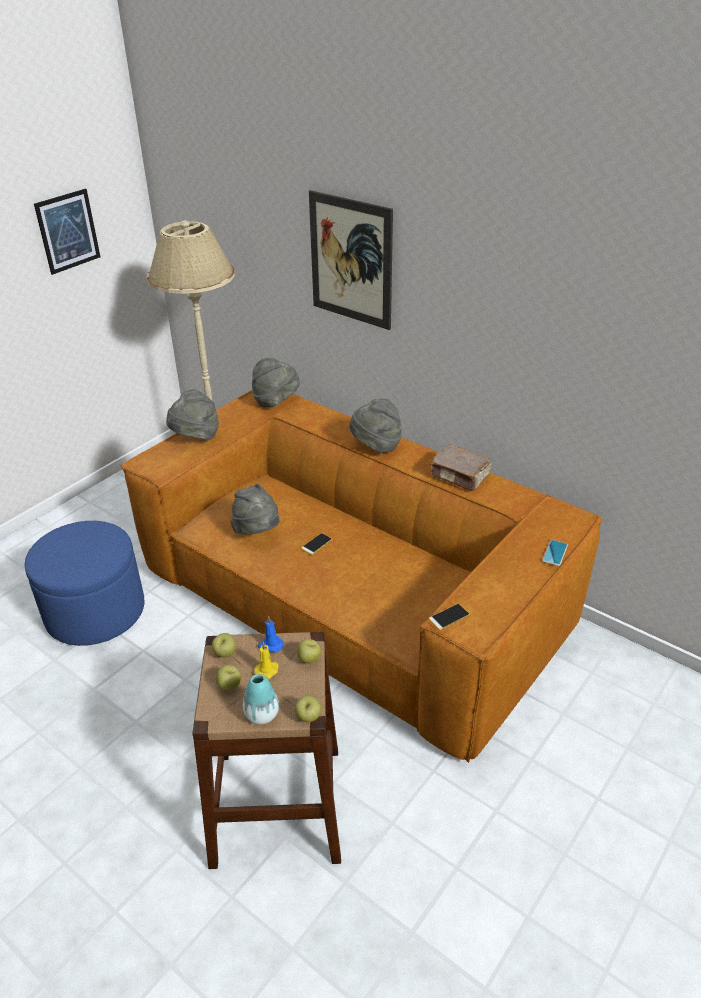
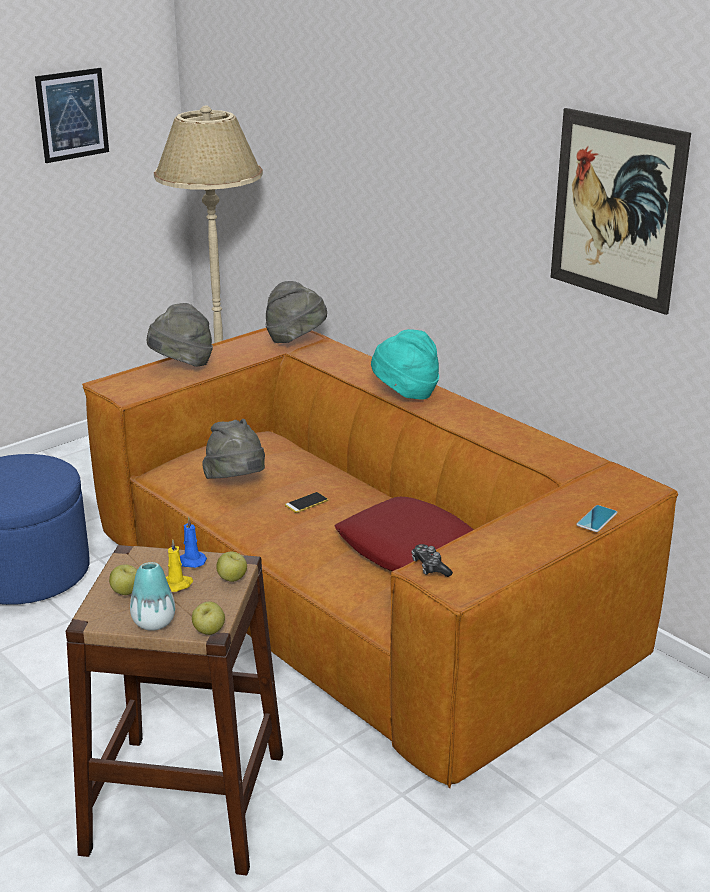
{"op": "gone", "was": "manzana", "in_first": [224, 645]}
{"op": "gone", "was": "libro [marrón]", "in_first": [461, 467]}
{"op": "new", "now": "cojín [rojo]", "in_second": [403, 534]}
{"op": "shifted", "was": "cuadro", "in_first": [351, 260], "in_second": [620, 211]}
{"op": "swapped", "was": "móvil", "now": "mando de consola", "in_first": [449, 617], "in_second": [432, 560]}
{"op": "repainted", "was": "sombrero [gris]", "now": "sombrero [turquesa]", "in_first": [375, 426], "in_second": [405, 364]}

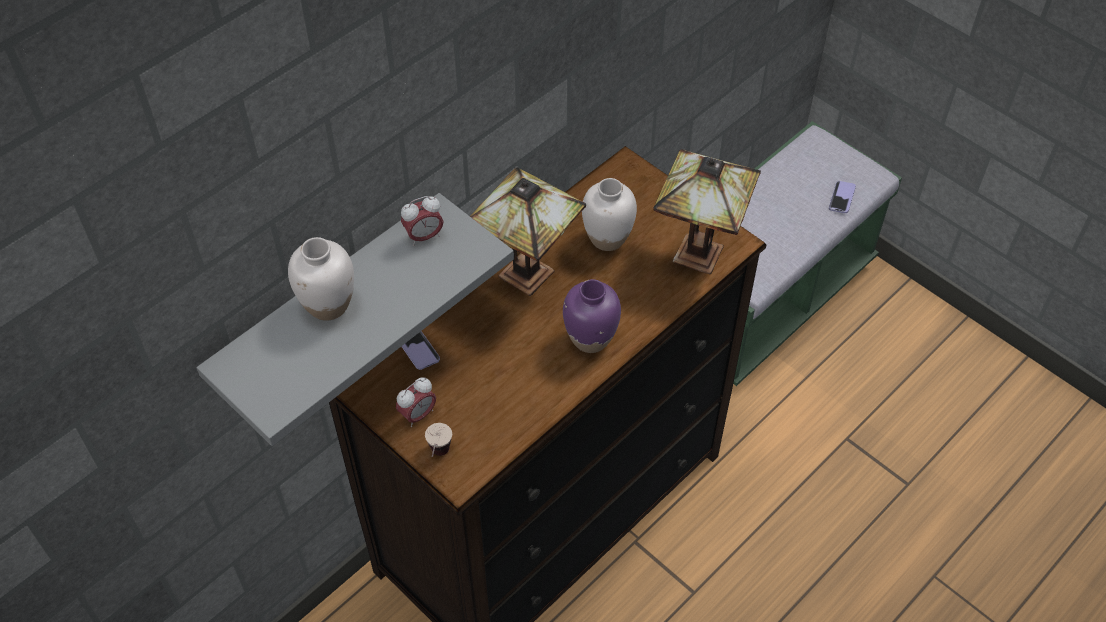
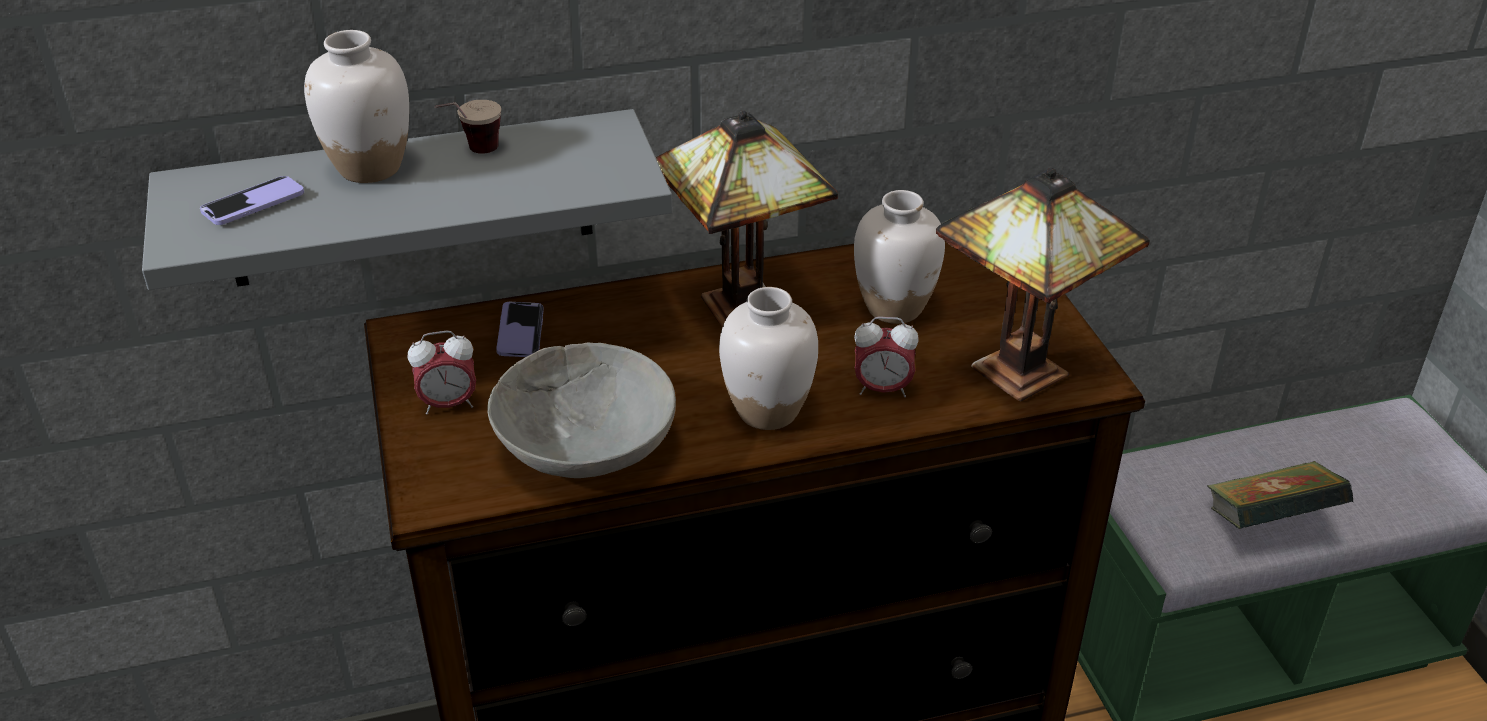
{"op": "new", "now": "cuenco [gris]", "in_second": [581, 410]}
{"op": "new", "now": "libro", "in_second": [1280, 495]}
{"op": "shifted", "was": "despertador", "in_first": [422, 221], "in_second": [886, 357]}
{"op": "shifted", "was": "taza", "in_first": [438, 440], "in_second": [467, 127]}
{"op": "shifted", "was": "móvil", "in_first": [842, 197], "in_second": [252, 200]}
{"op": "repainted", "was": "florero [morado]", "now": "florero [blanco]", "in_first": [592, 316], "in_second": [768, 358]}

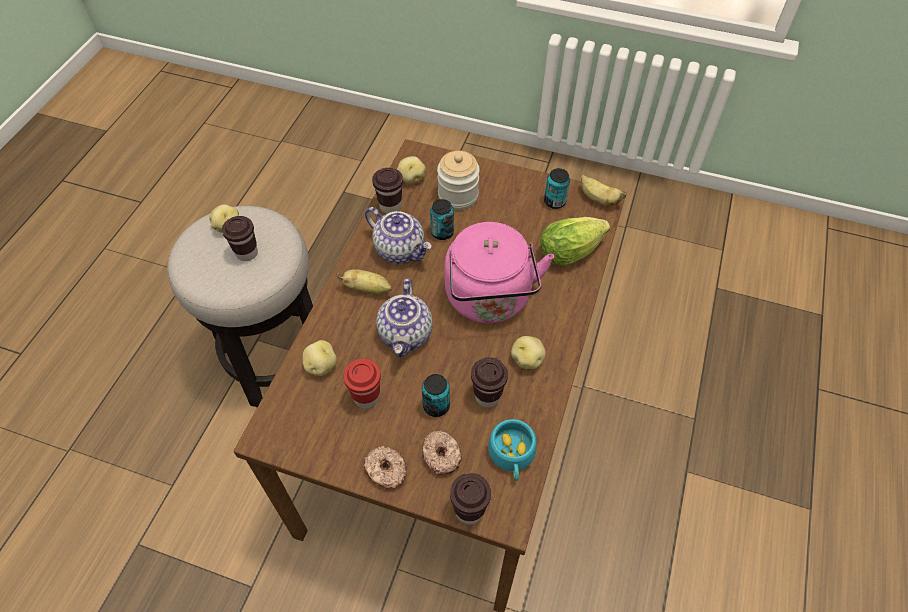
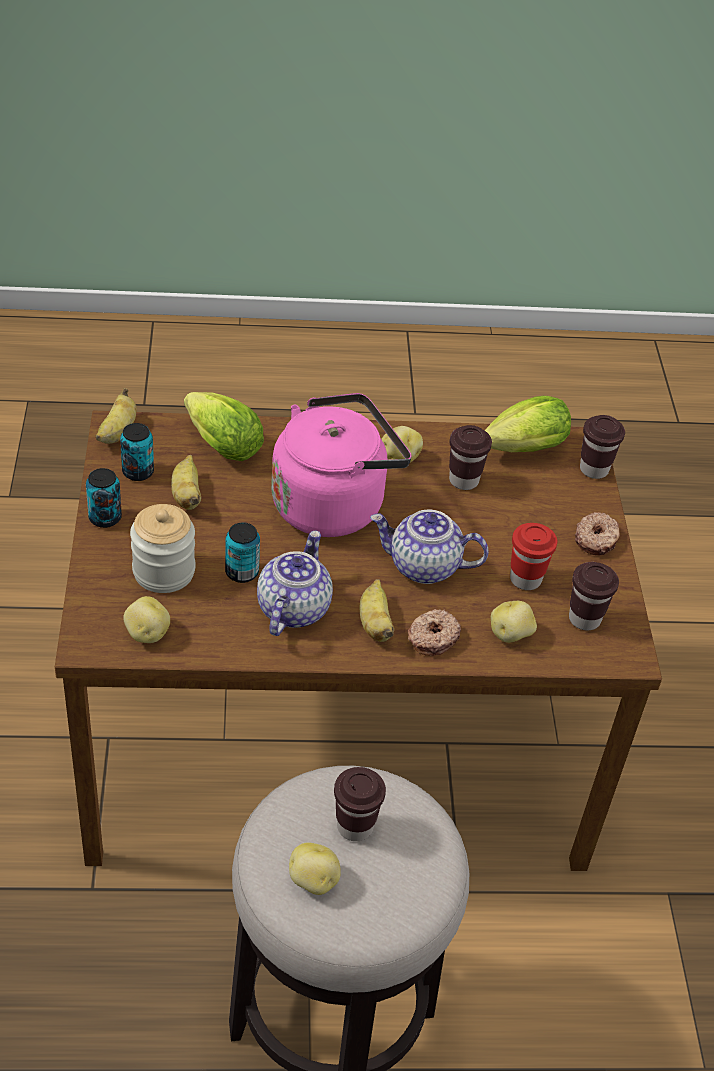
{"op": "new", "now": "plátano", "in_second": [186, 482]}
{"op": "shifted", "was": "taza [marrón]", "in_first": [387, 191], "in_second": [594, 596]}
{"op": "shifted", "was": "lata", "in_first": [436, 395], "in_second": [104, 498]}
{"op": "shifted", "was": "rosquilla", "in_first": [442, 452], "in_second": [434, 632]}
{"op": "swapped", "was": "taza [turquesa]", "now": "lechuga", "in_first": [512, 450], "in_second": [528, 424]}
{"op": "rotated", "was": "tetera", "in_first": [404, 317], "in_second": [429, 547], "clockwise": -150}

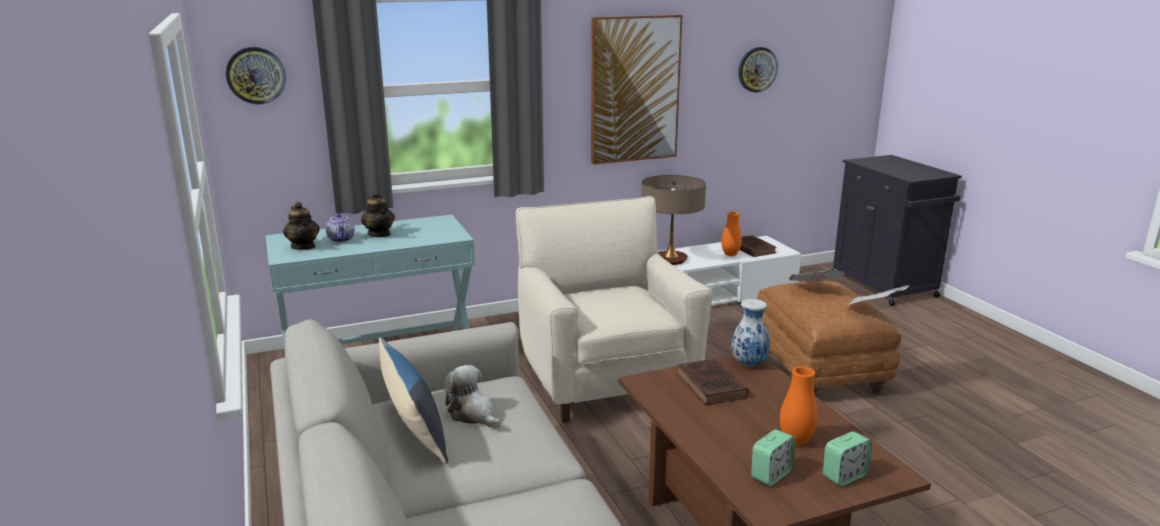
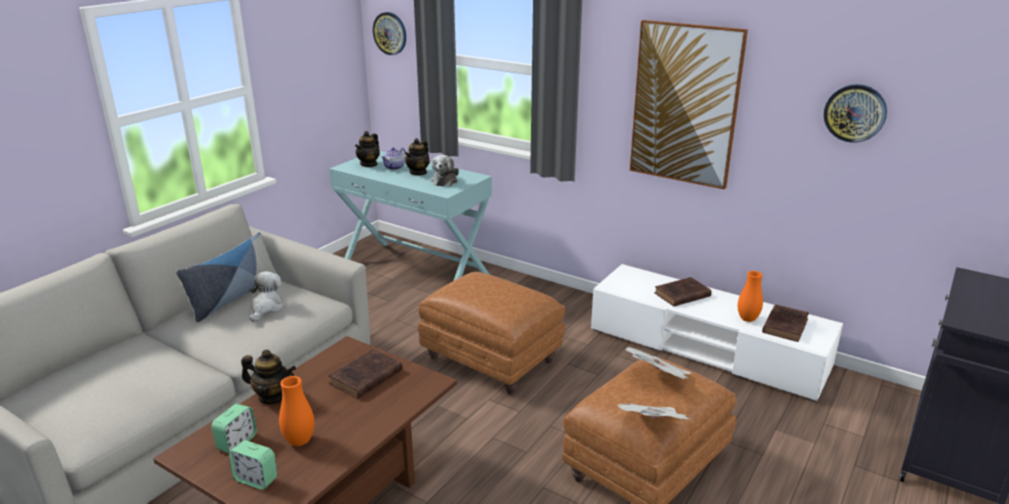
{"op": "gone", "was": "florero", "in_first": [750, 333]}
{"op": "new", "now": "tetera", "in_second": [268, 377]}
{"op": "new", "now": "peluche", "in_second": [445, 170]}
{"op": "swapped", "was": "sillón [beis]", "now": "puf [marrón]", "in_first": [614, 309], "in_second": [491, 333]}
{"op": "swapped", "was": "lámpara de mesa", "now": "libro [marrón]", "in_first": [673, 220], "in_second": [682, 292]}
{"op": "rotated", "was": "despertador", "in_first": [773, 457], "in_second": [234, 428], "clockwise": -75}

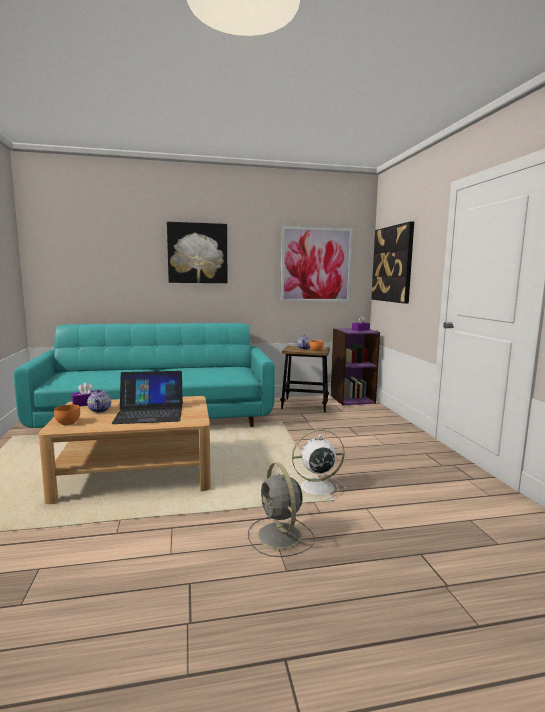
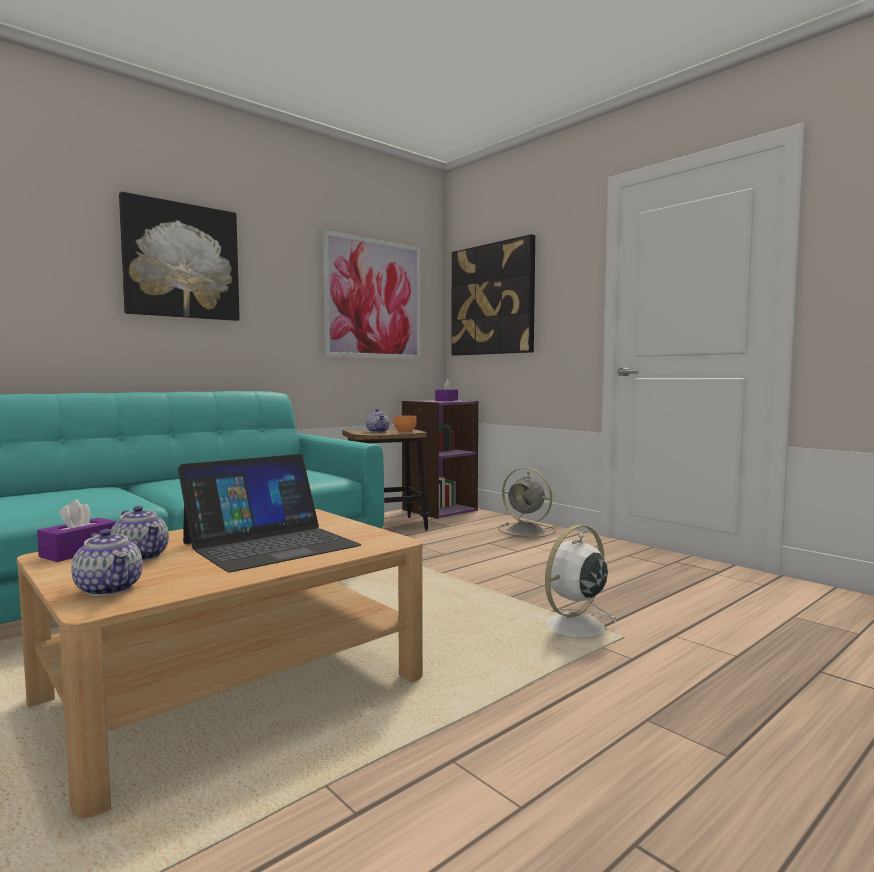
{"op": "shifted", "was": "ventilador [gris]", "in_first": [281, 510], "in_second": [527, 503]}
{"op": "swapped", "was": "cuenco [naranja]", "now": "tetera", "in_first": [67, 415], "in_second": [107, 562]}

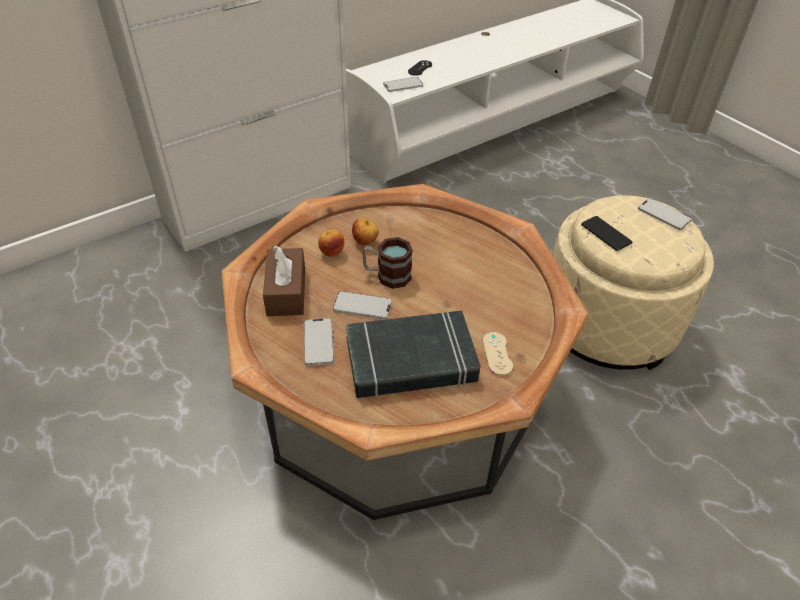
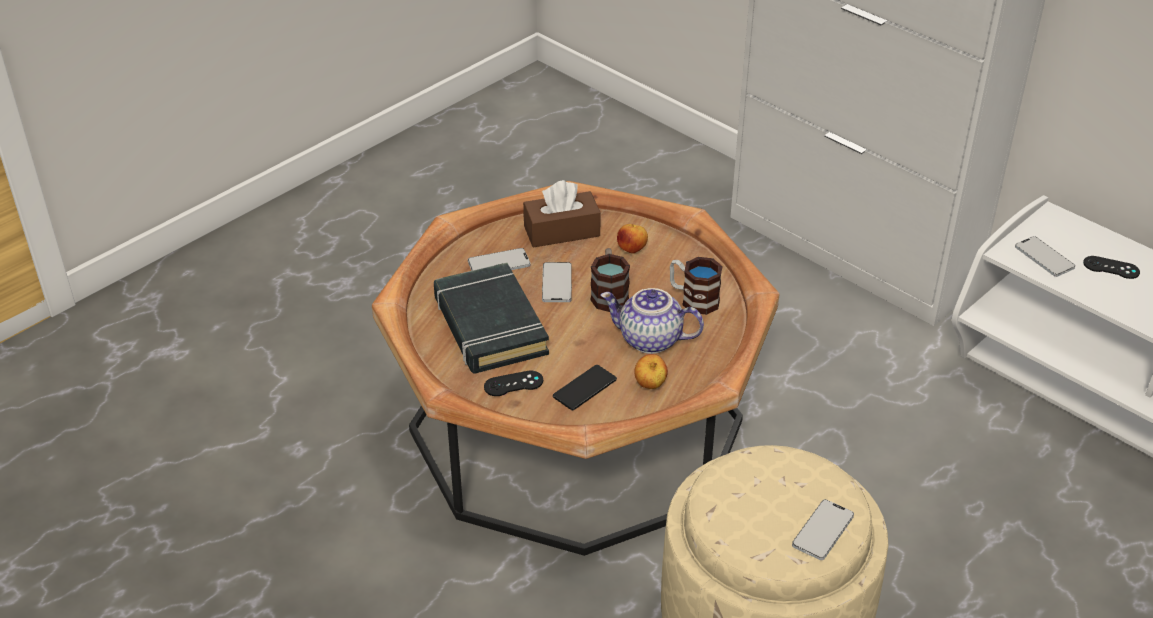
{"op": "new", "now": "tetera", "in_second": [652, 321]}
{"op": "new", "now": "taza grande", "in_second": [696, 286]}
{"op": "shifted", "was": "manzana", "in_first": [365, 231], "in_second": [651, 371]}
{"op": "shifted", "was": "móvil", "in_first": [606, 233], "in_second": [585, 387]}
{"op": "repainted", "was": "mando de consola [beis]", "now": "mando de consola [negro]", "in_first": [498, 354], "in_second": [513, 383]}

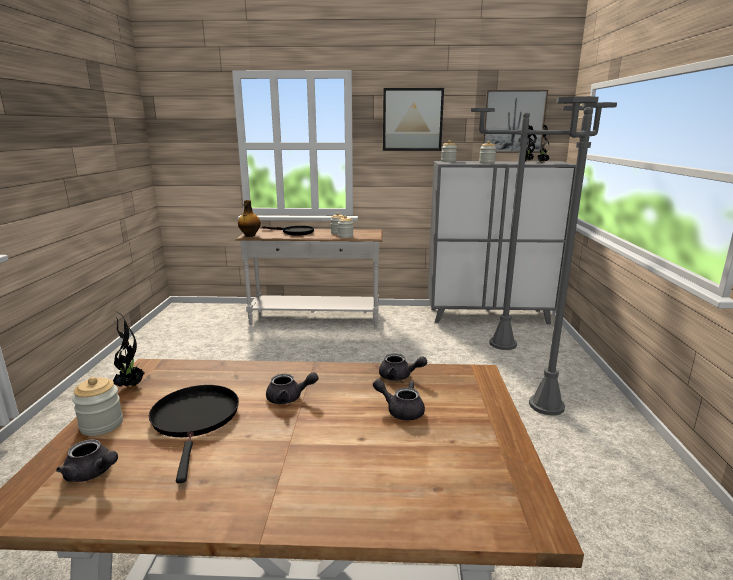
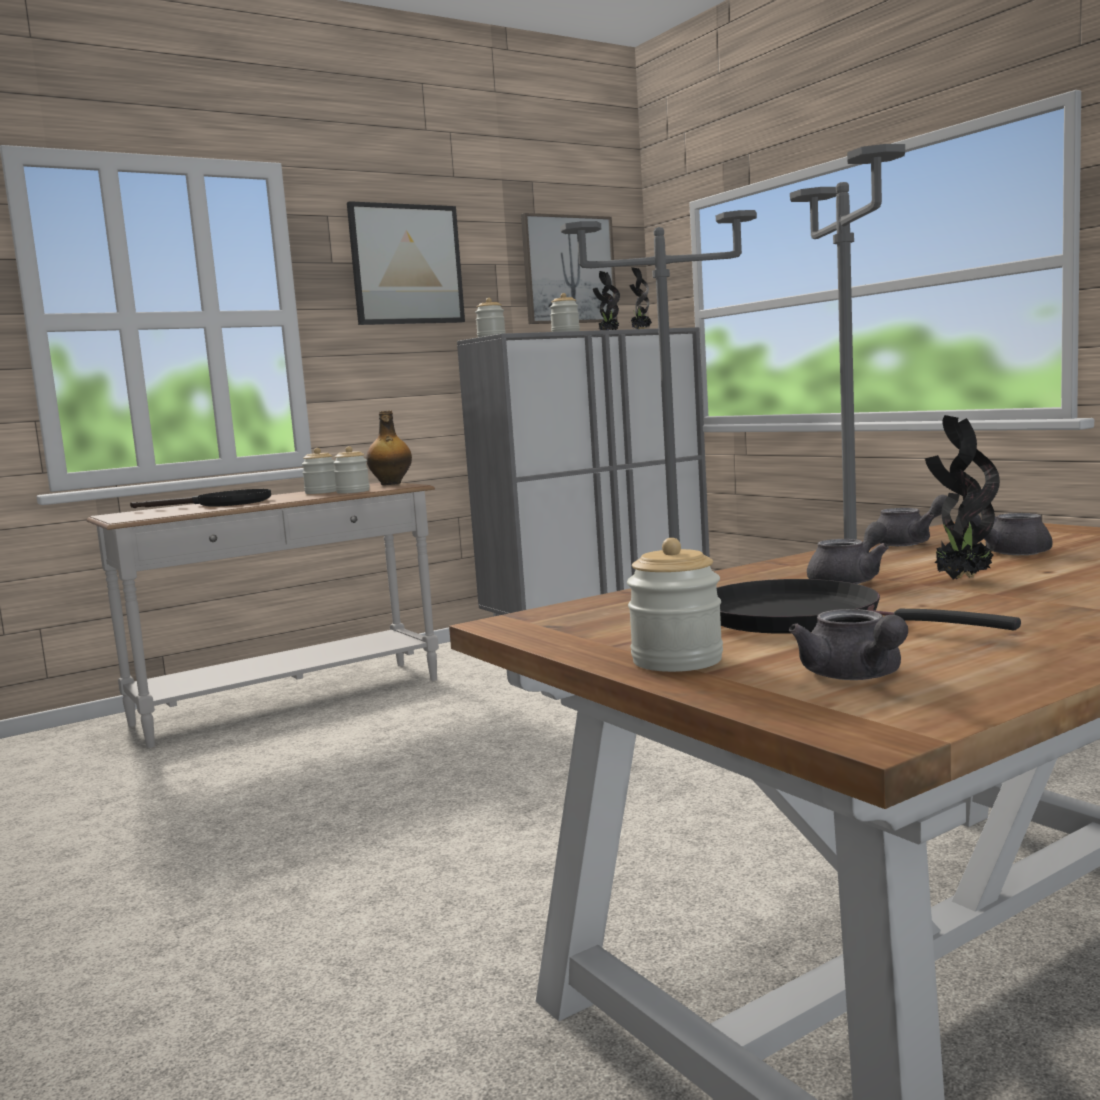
{"op": "shifted", "was": "planta en maceta", "in_first": [126, 349], "in_second": [962, 497]}
{"op": "shifted", "was": "botella", "in_first": [249, 218], "in_second": [389, 447]}
{"op": "rotated", "was": "tetera [gris]", "in_first": [87, 460], "in_second": [848, 644], "clockwise": 90}

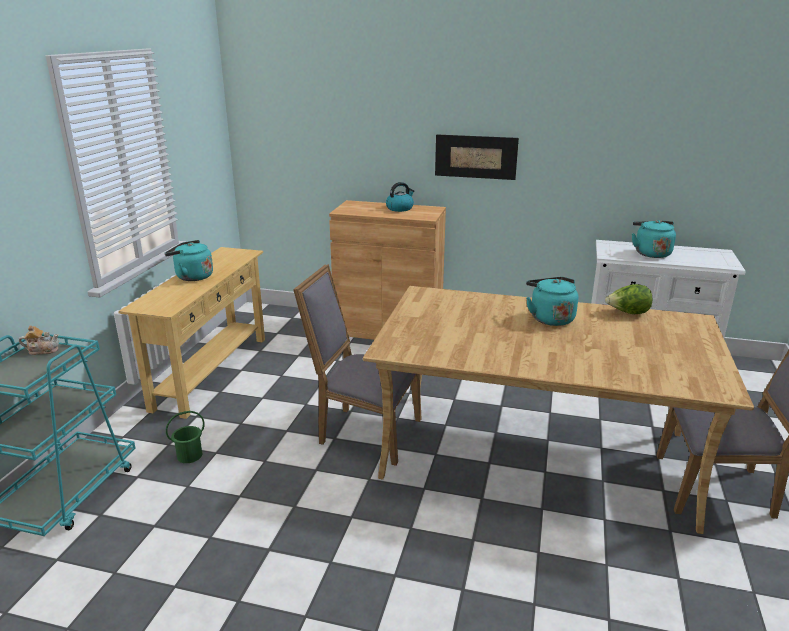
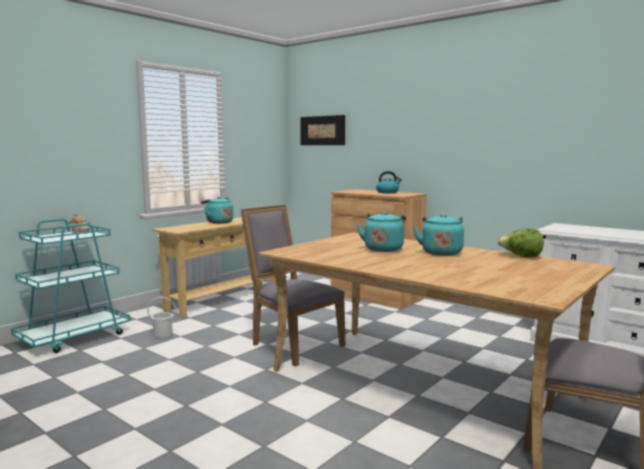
{"op": "shifted", "was": "cuadro", "in_first": [477, 157], "in_second": [322, 130]}
{"op": "shifted", "was": "hervidor [turquesa]", "in_first": [654, 239], "in_second": [381, 232]}
{"op": "repainted", "was": "cubo [verde]", "now": "cubo [blanco]", "in_first": [185, 437], "in_second": [161, 317]}

